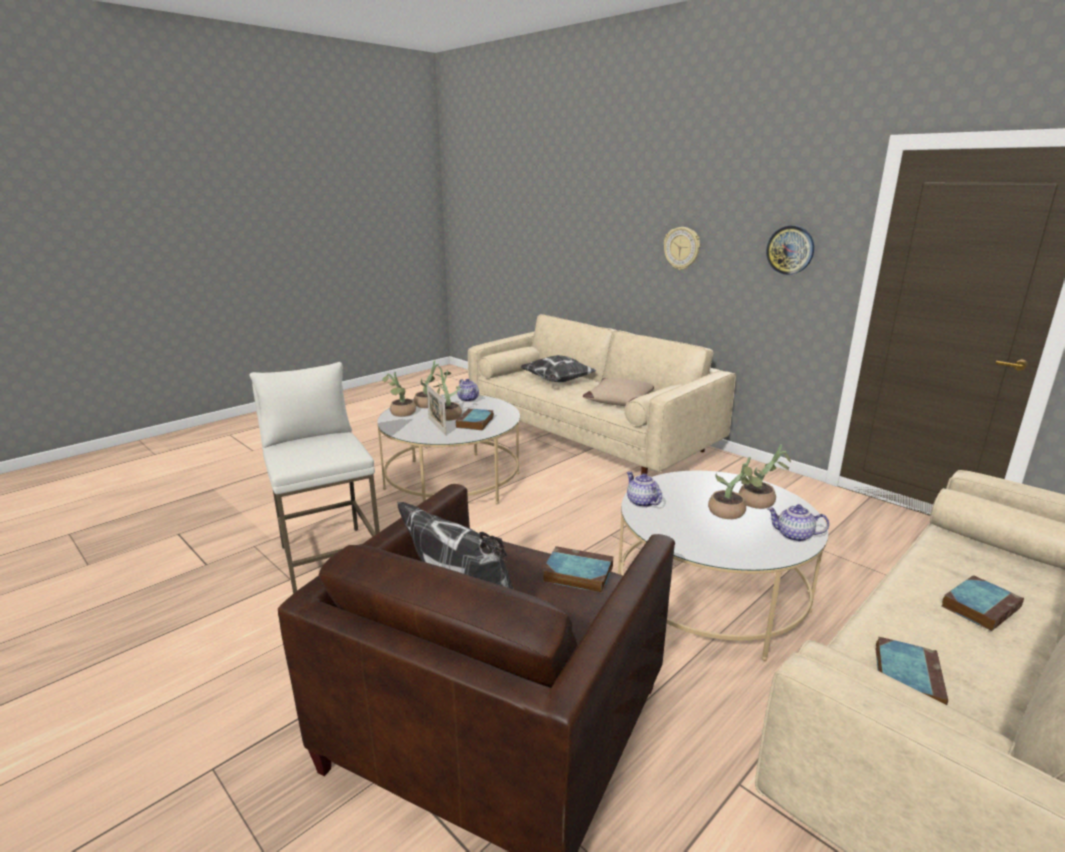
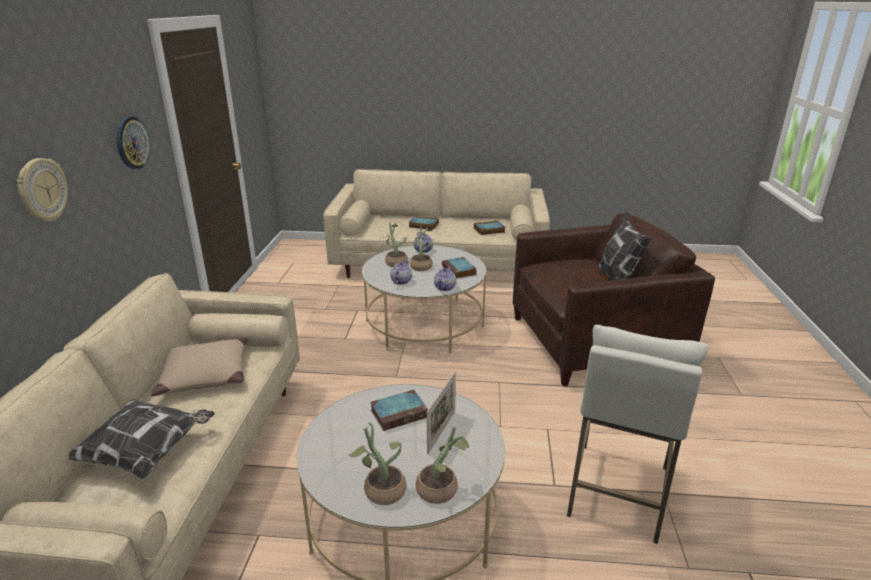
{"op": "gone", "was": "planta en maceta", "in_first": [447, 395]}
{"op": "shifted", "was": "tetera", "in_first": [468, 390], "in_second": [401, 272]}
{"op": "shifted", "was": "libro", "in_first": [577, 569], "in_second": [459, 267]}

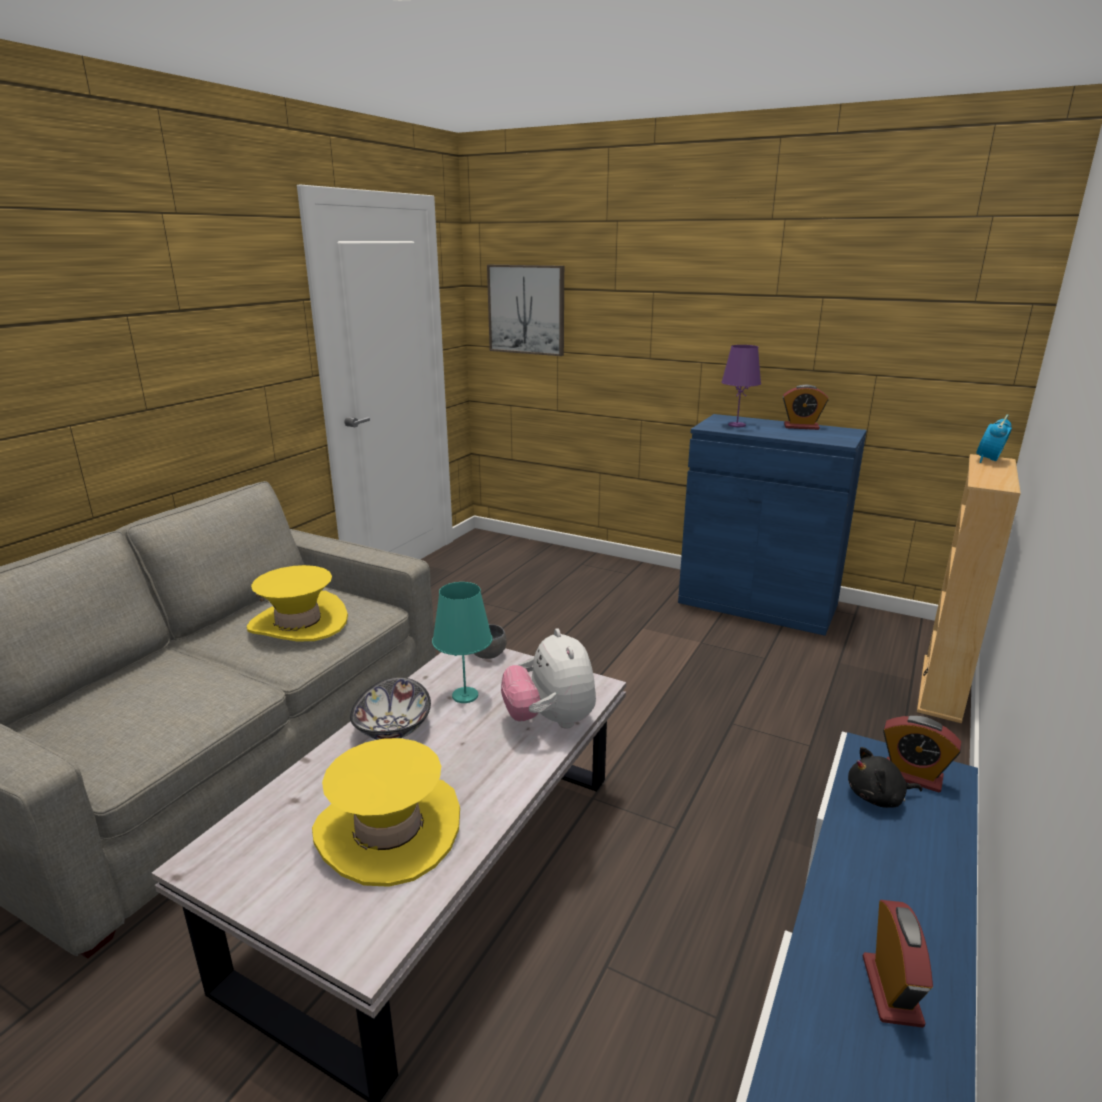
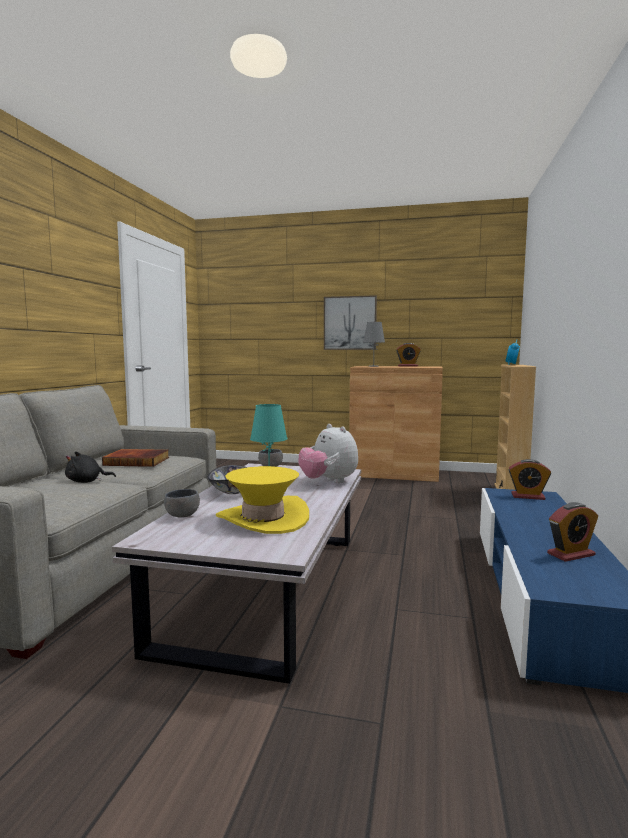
{"op": "new", "now": "cuenco [gris]", "in_second": [182, 503]}
{"op": "shifted", "was": "cuadro", "in_first": [525, 310], "in_second": [350, 322]}
{"op": "shifted", "was": "peluche [negro]", "in_first": [885, 777], "in_second": [90, 467]}
{"op": "swapped", "was": "sombrero [amarillo]", "now": "libro", "in_first": [297, 603], "in_second": [135, 458]}
{"op": "repainted", "was": "armario [azul]", "now": "armario [marrón]", "in_first": [772, 525], "in_second": [396, 424]}
{"op": "repainted", "was": "lámpara de mesa [morado]", "now": "lámpara de mesa [gris]", "in_first": [741, 386], "in_second": [374, 344]}
{"op": "rotated", "was": "despertador", "in_first": [898, 964], "in_second": [572, 532], "clockwise": 75}

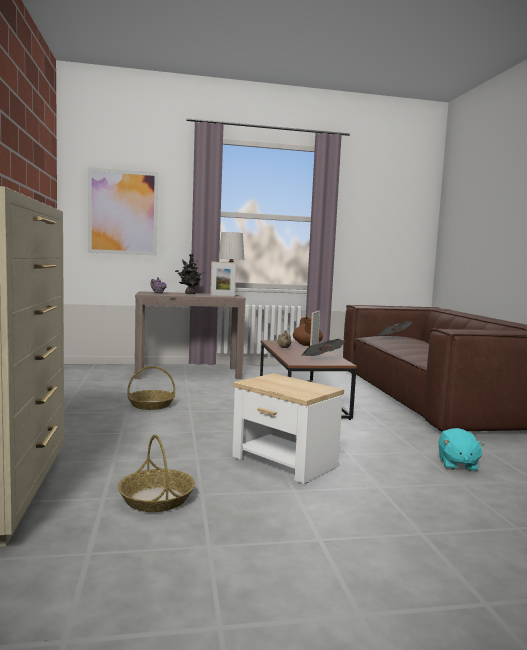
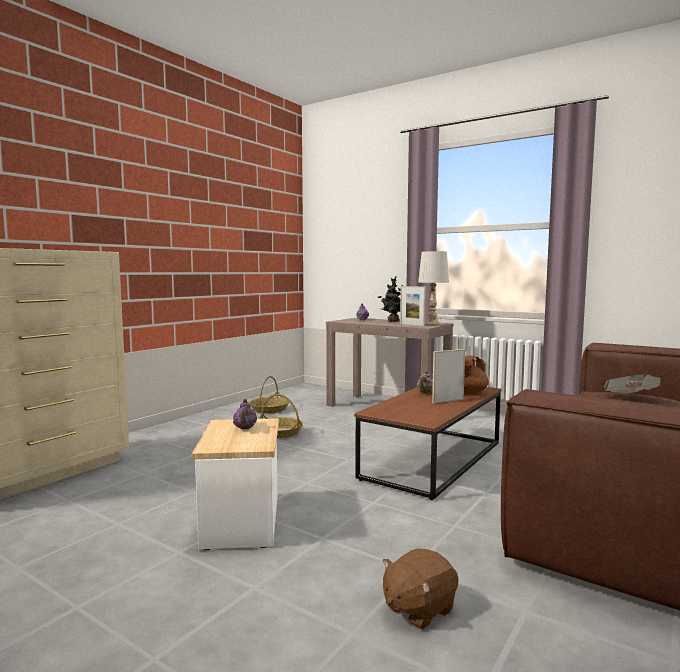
{"op": "gone", "was": "cuadro", "in_first": [123, 211]}
{"op": "gone", "was": "periódico", "in_first": [323, 347]}
{"op": "new", "now": "tetera [morado]", "in_second": [245, 414]}
{"op": "shifted", "was": "cesta", "in_first": [156, 473], "in_second": [269, 395]}
{"op": "repainted", "was": "peluche [turquesa]", "now": "peluche [marrón]", "in_first": [461, 450], "in_second": [420, 588]}

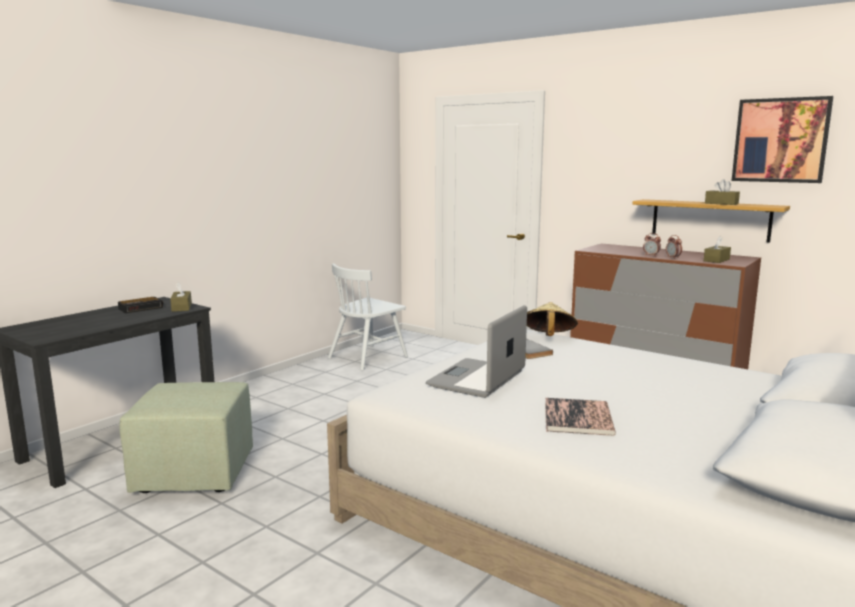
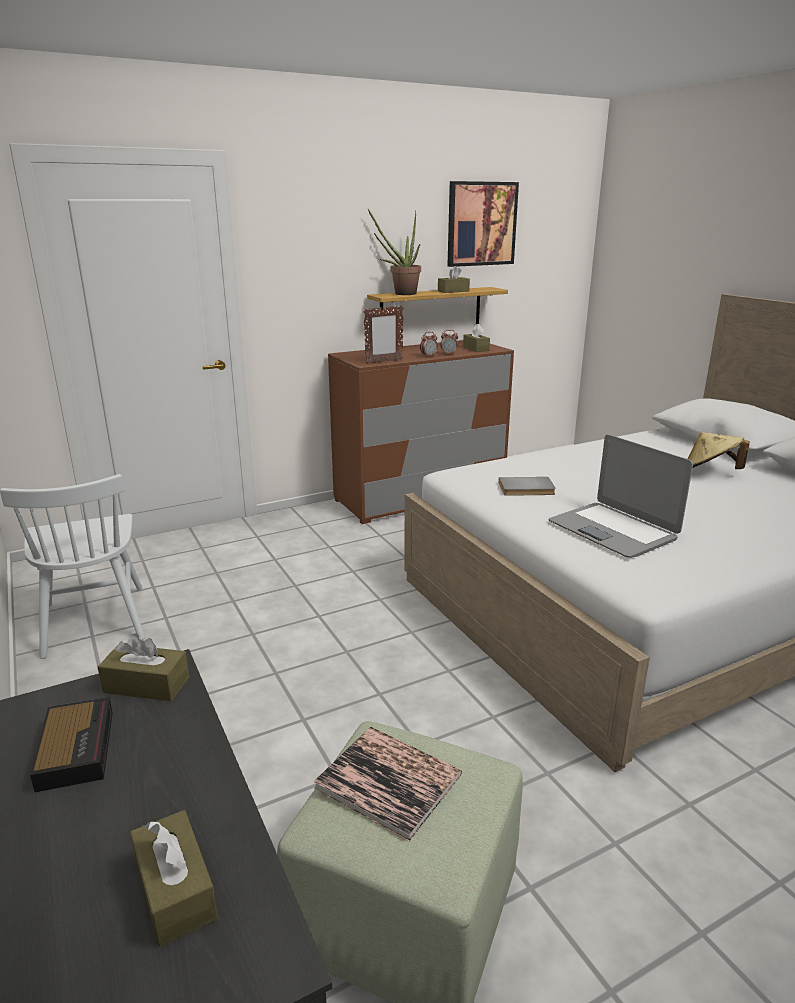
{"op": "new", "now": "caja de pañuelos [marrón]", "in_second": [174, 878]}
{"op": "new", "now": "portarretratos", "in_second": [383, 335]}
{"op": "new", "now": "planta en maceta", "in_second": [394, 252]}
{"op": "shifted", "was": "sombrero [beis]", "in_first": [552, 319], "in_second": [719, 450]}
{"op": "shifted", "was": "libro", "in_first": [580, 417], "in_second": [388, 784]}

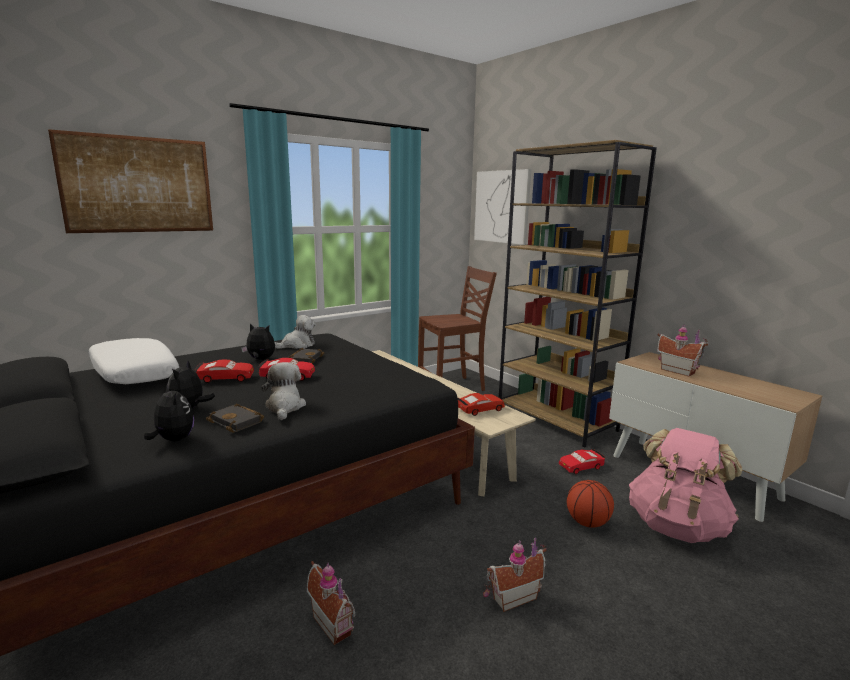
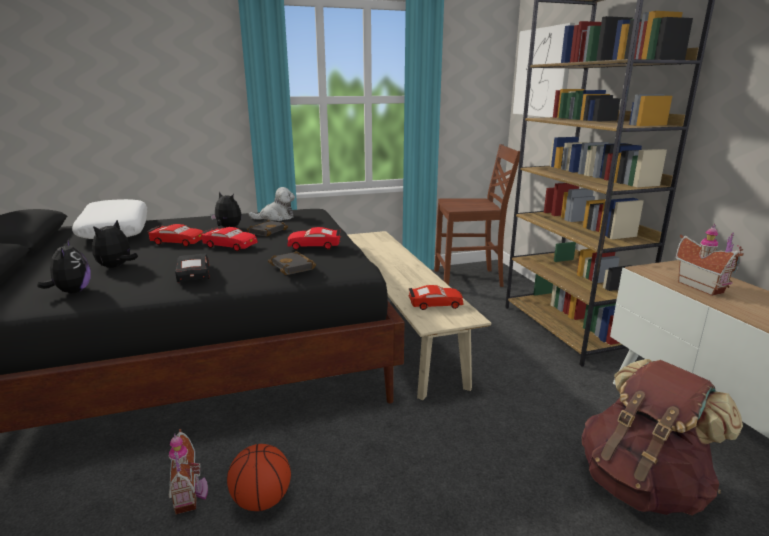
{"op": "gone", "was": "cuadro", "in_first": [130, 181]}
{"op": "gone", "was": "casita", "in_first": [514, 574]}
{"op": "shifted", "was": "libro [negro]", "in_first": [235, 418], "in_second": [292, 263]}
{"op": "shifted", "was": "coche de juguete [rojo]", "in_first": [582, 461], "in_second": [314, 238]}
{"op": "shifted", "was": "balón de baloncesto", "in_first": [590, 504], "in_second": [259, 477]}
{"op": "swapped", "was": "peluche", "now": "coche de juguete [negro]", "in_first": [283, 391], "in_second": [192, 268]}
{"op": "repainted", "was": "mochila [rosa]", "now": "mochila [marrón]", "in_first": [685, 485], "in_second": [662, 437]}

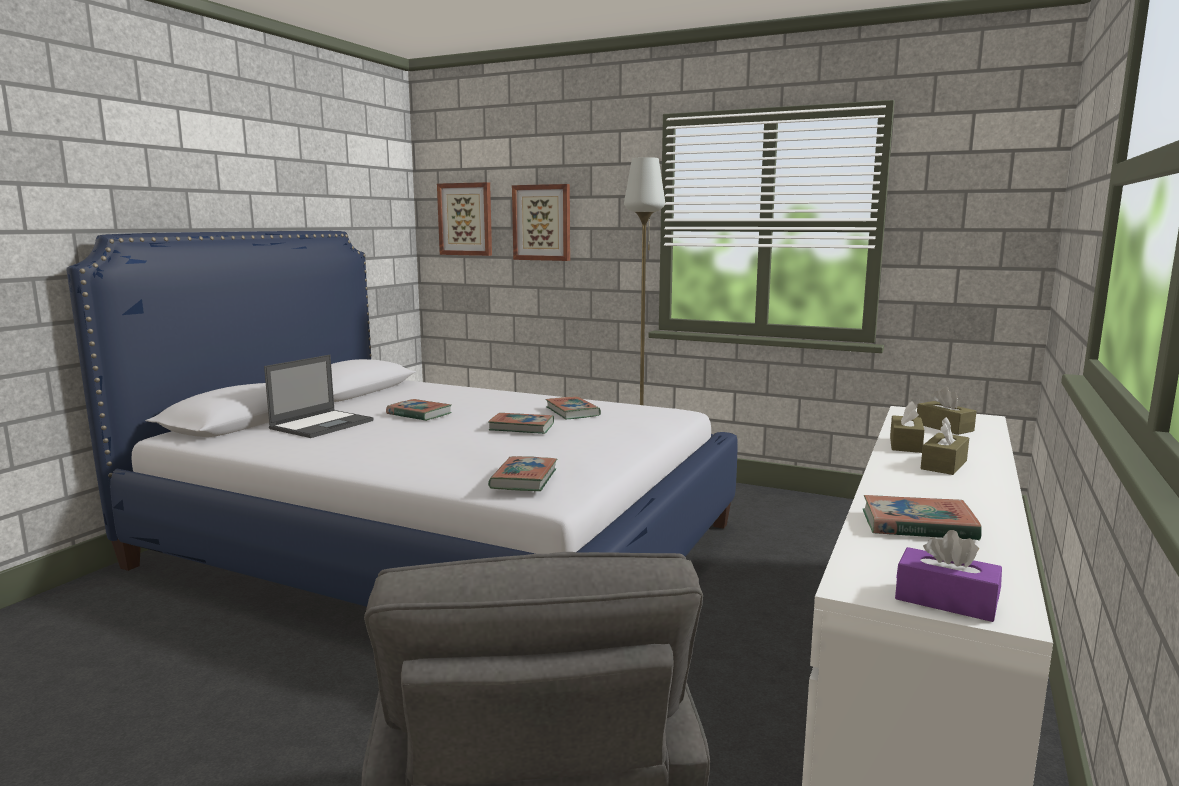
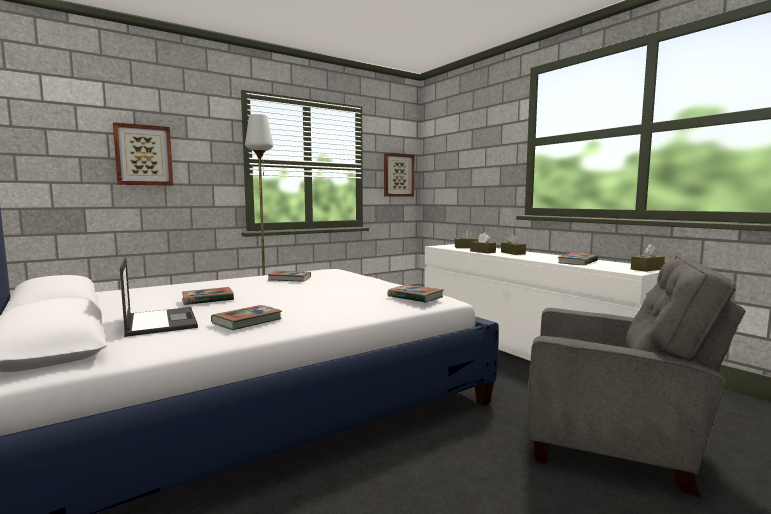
{"op": "shifted", "was": "cuadro", "in_first": [464, 219], "in_second": [399, 175]}
{"op": "shifted", "was": "libro", "in_first": [521, 423], "in_second": [246, 317]}
{"op": "repainted", "was": "caja de pañuelos [morado]", "now": "caja de pañuelos [marrón]", "in_first": [948, 576], "in_second": [648, 258]}

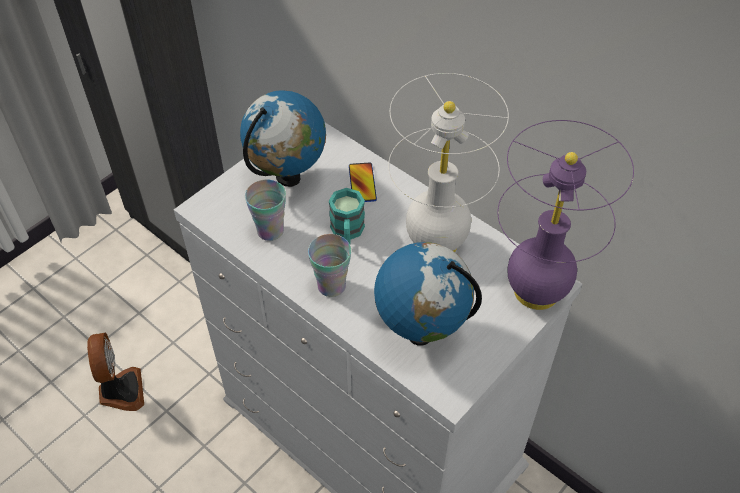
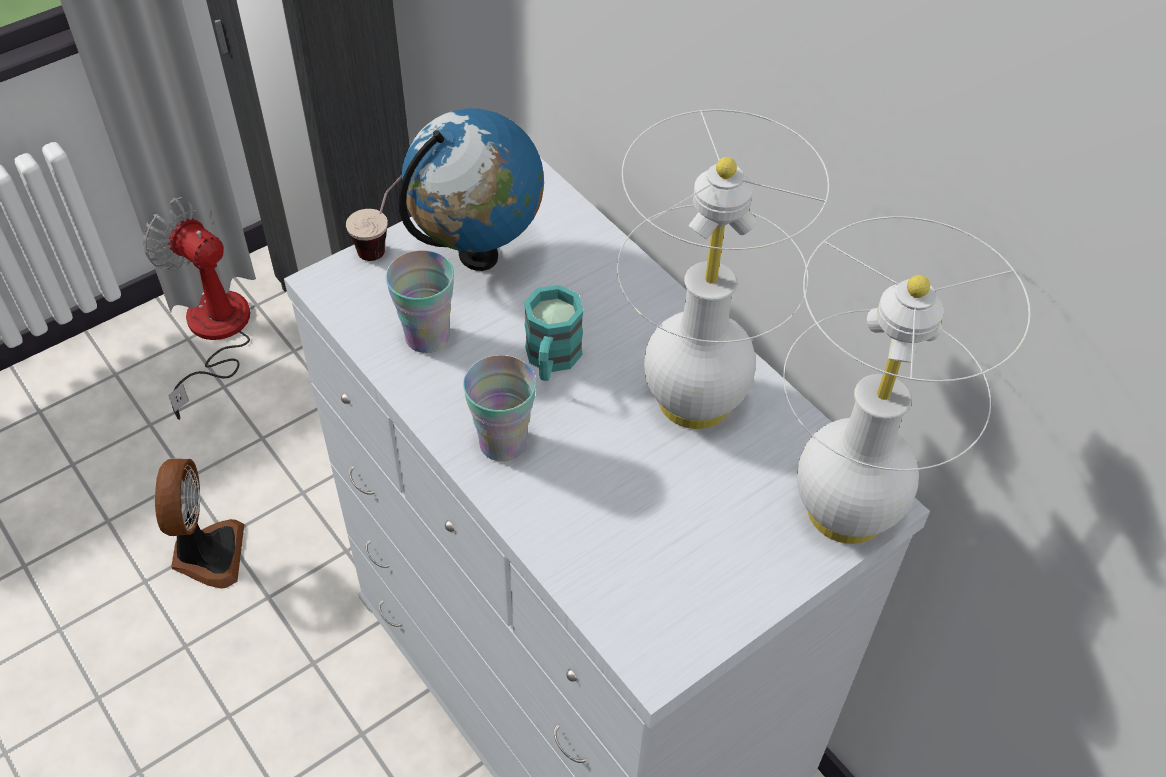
{"op": "gone", "was": "móvil", "in_first": [363, 182]}
{"op": "gone", "was": "globo terráqueo", "in_first": [428, 294]}
{"op": "new", "now": "ventilador", "in_second": [196, 308]}
{"op": "new", "now": "taza", "in_second": [374, 218]}
{"op": "repainted", "was": "lámpara de mesa [morado]", "now": "lámpara de mesa [blanco]", "in_first": [566, 215], "in_second": [906, 380]}

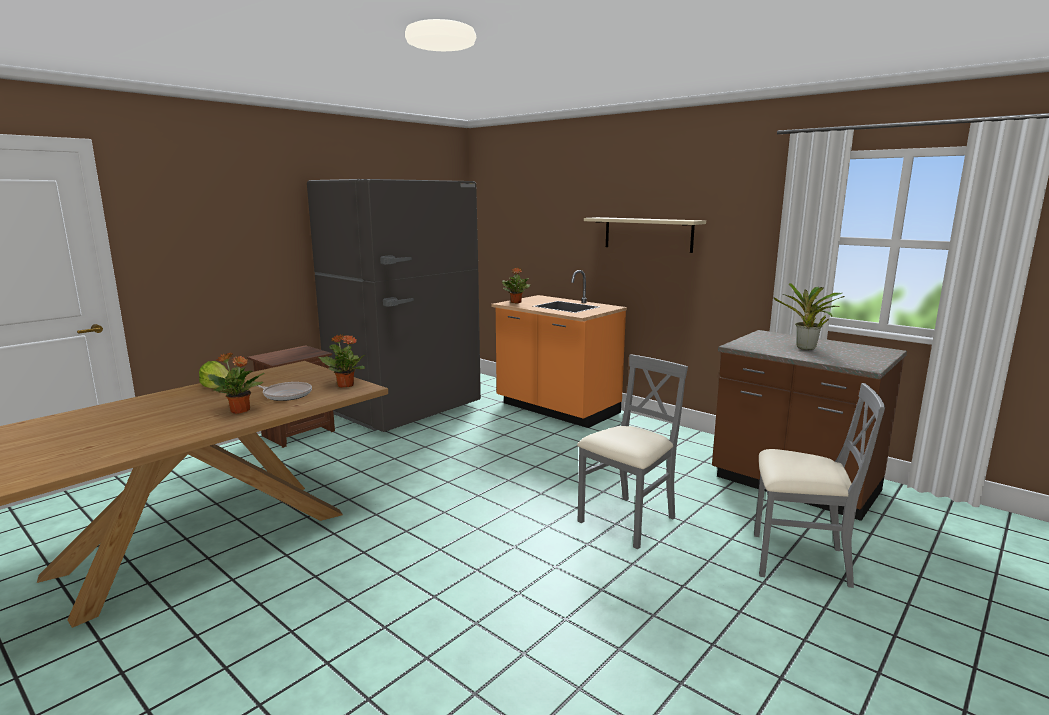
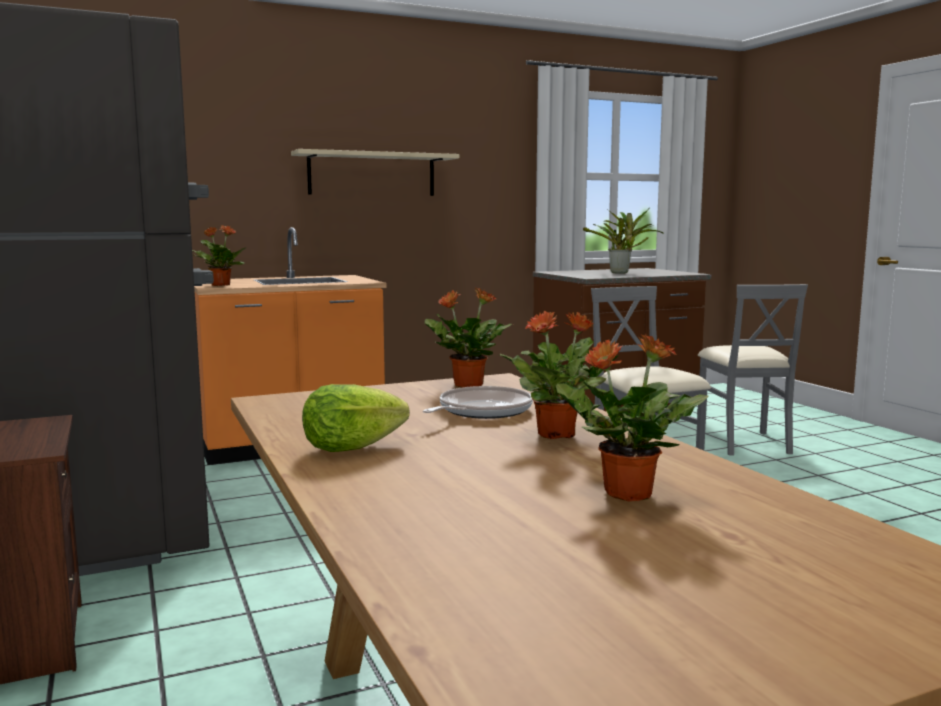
{"op": "new", "now": "planta en maceta", "in_second": [632, 418]}
{"op": "rotated", "was": "silla [gris]", "in_first": [819, 485], "in_second": [753, 370], "clockwise": 135}

